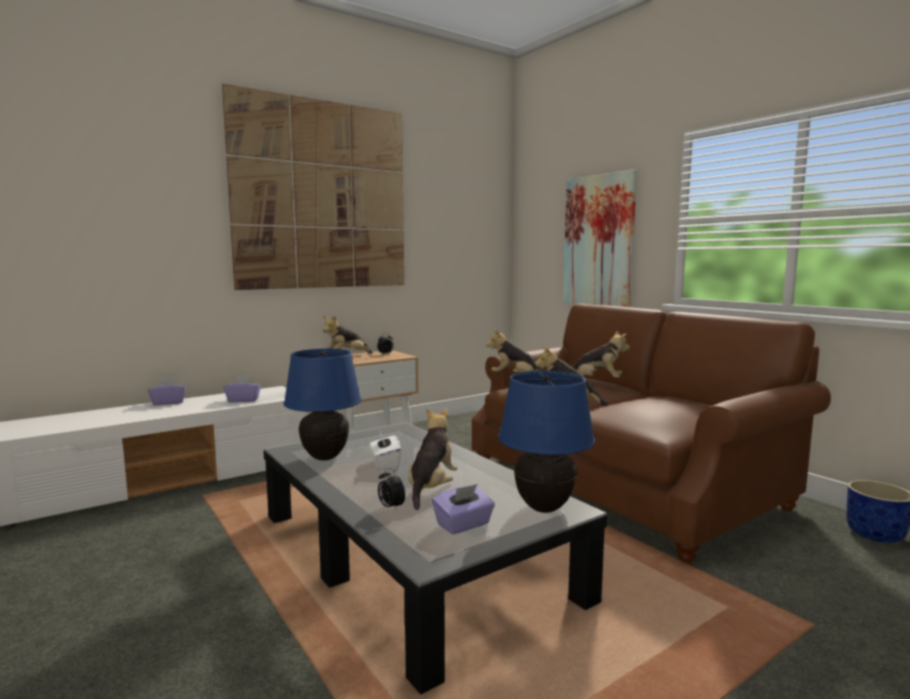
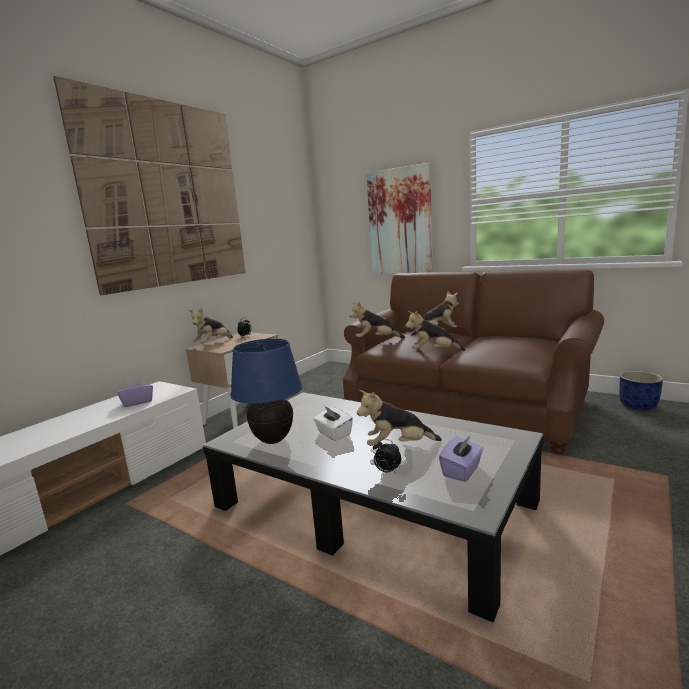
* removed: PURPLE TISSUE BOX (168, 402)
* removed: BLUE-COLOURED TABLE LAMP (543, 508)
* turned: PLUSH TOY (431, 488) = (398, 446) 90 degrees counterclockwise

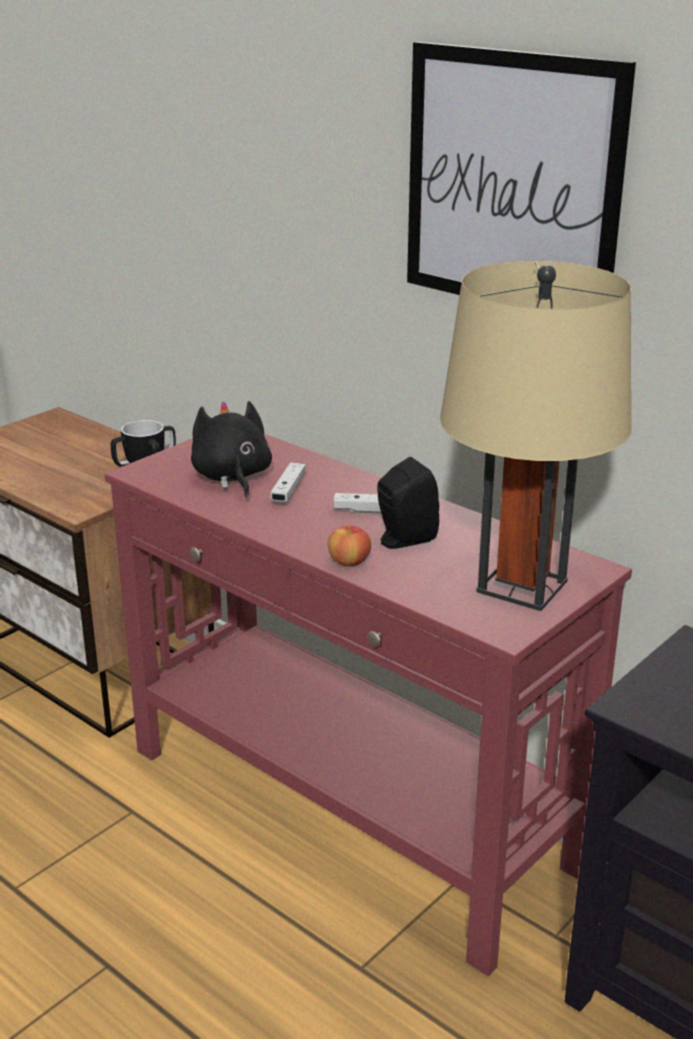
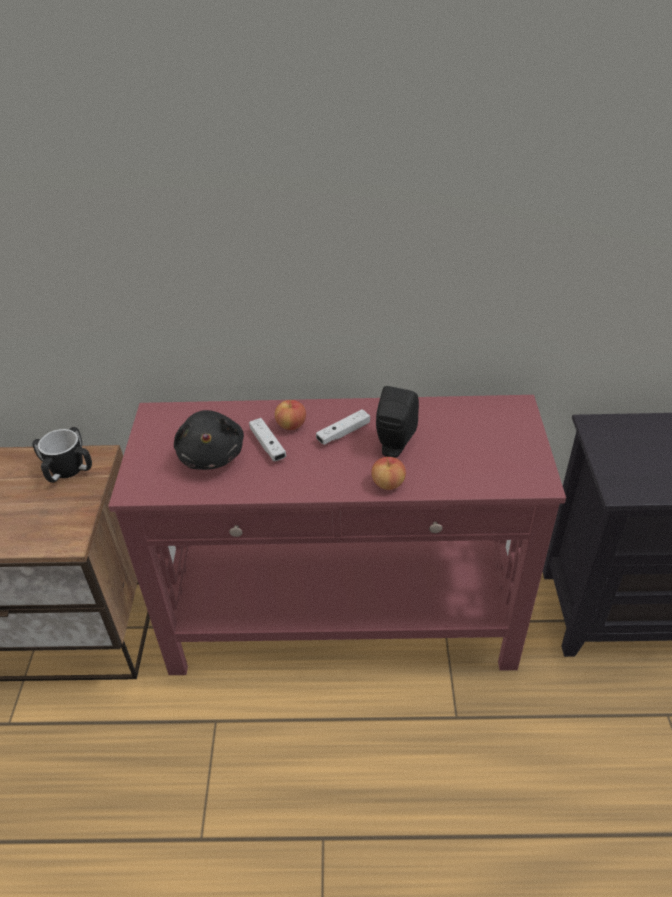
* removed: WALL PICTURE (511, 183)
* removed: SAND-COLOURED TABLE LAMP (521, 586)
* added: WHOLE APPLE (291, 425)
* turned: BLACK PLUSH TOY (232, 477) = (212, 455) 135 degrees counterclockwise

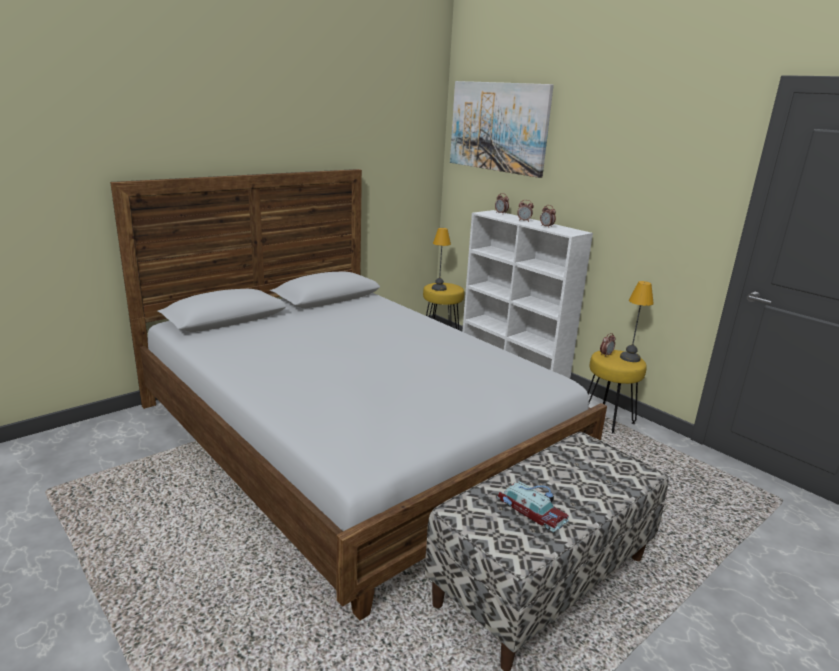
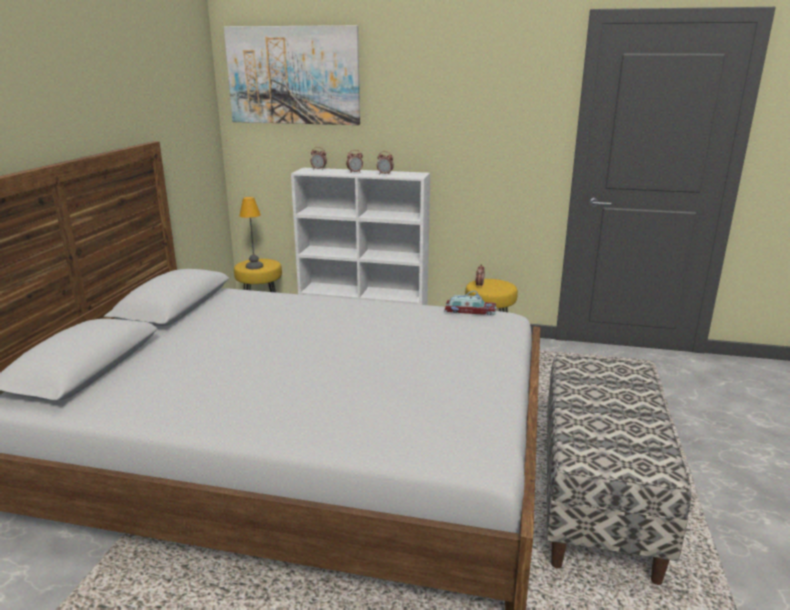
* removed: TABLE LAMP (630, 358)
* moved: MINIATURE CAR (531, 510) to (469, 310)

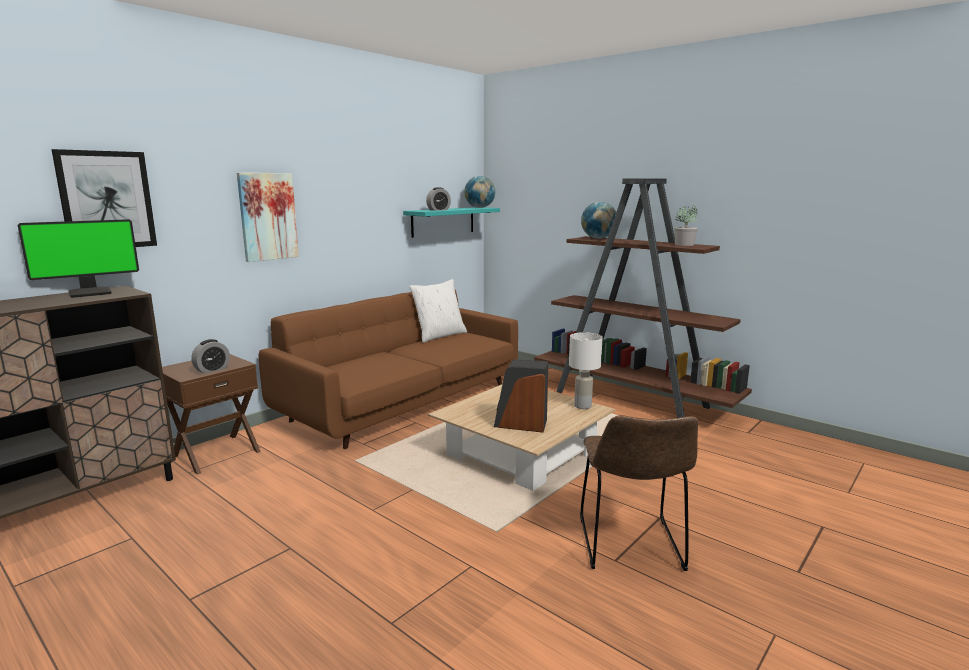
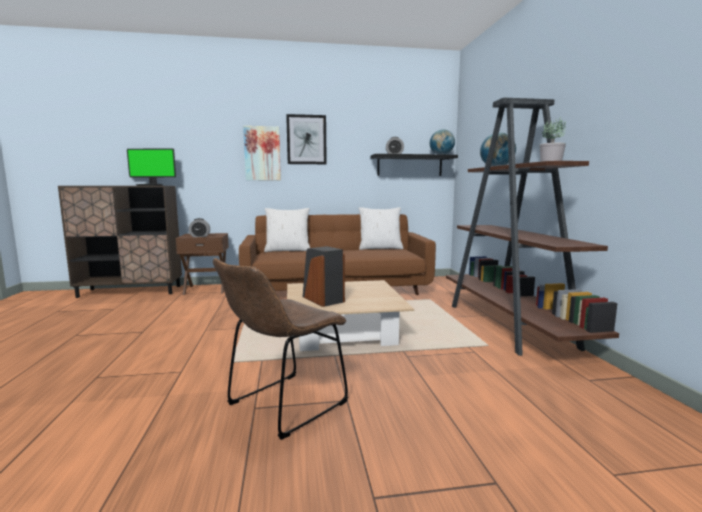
* removed: WHITISH TABLE LAMP (582, 406)
* added: WHITISH CUSHION (288, 250)
* moved: WALL PICTURE (107, 200) to (306, 139)
* recoloured: TURQUOISE SHELF (443, 221) to BLACK SHELF (409, 166)

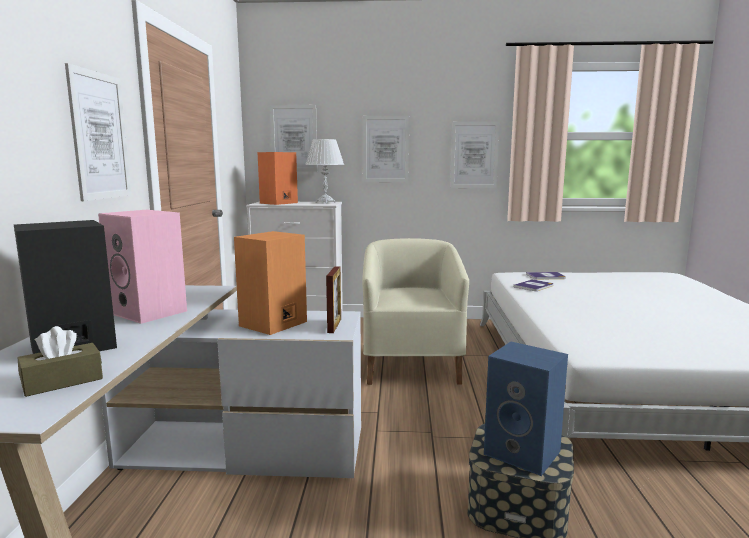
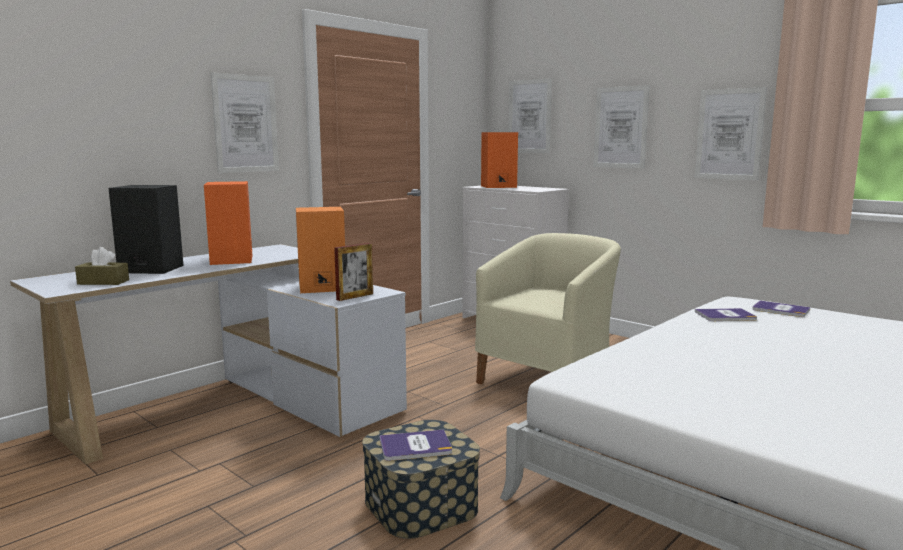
* removed: WHITISH TABLE LAMP (325, 202)
* replaced: BLUE-COLOURED AUDIO SPEAKER (524, 453) to VOLUME (415, 446)
* recoloured: PINK AUDIO SPEAKER (150, 312) to ORANGE AUDIO SPEAKER (233, 260)

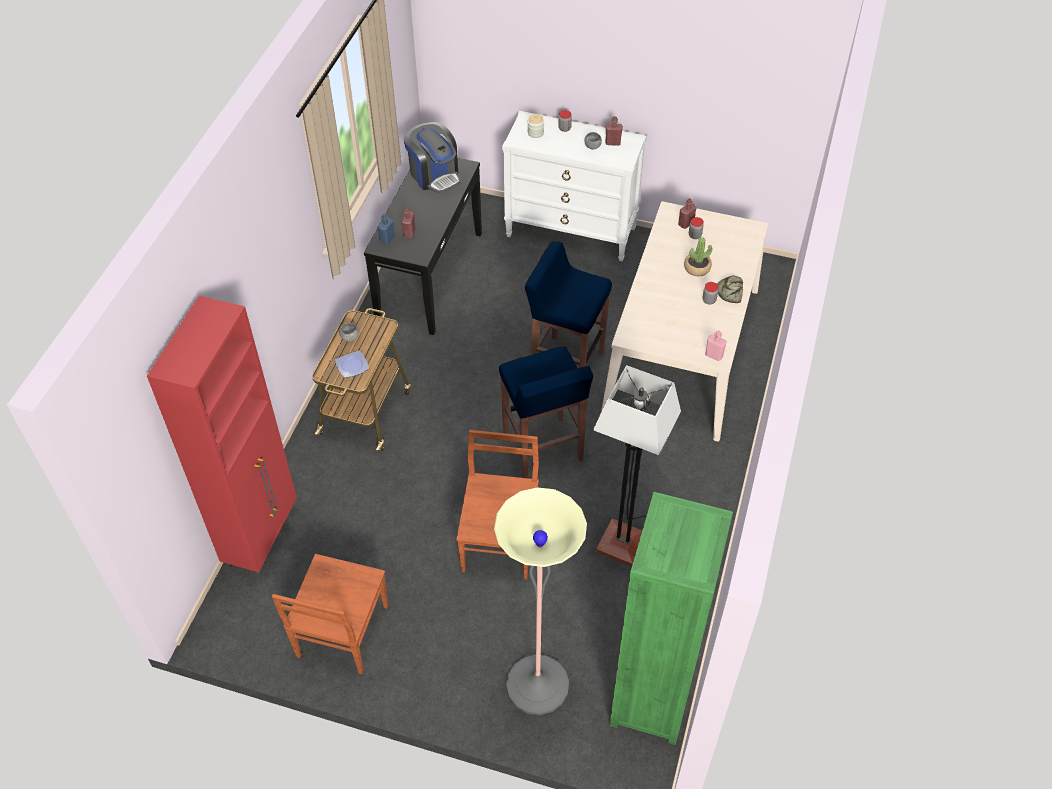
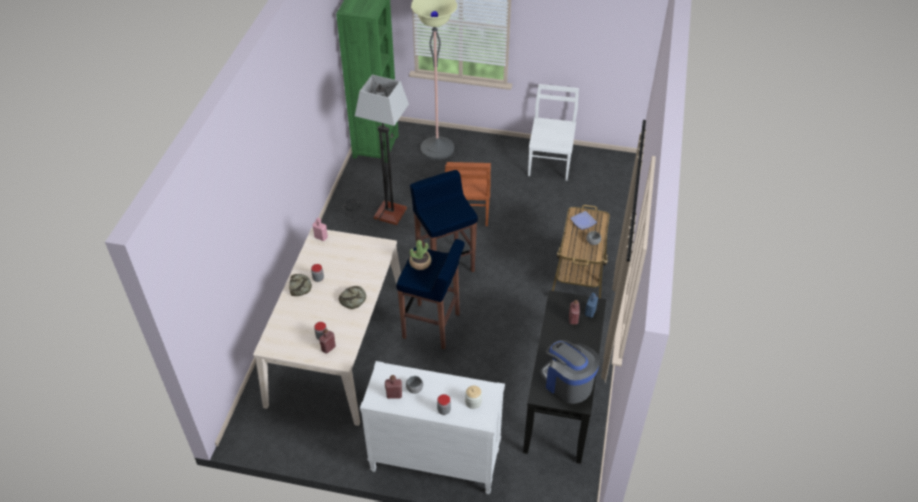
* removed: RED STORAGE CABINET (263, 538)
* added: BREAD (353, 299)
* moved: POTTED PLANT (697, 268) to (420, 263)
* recoloured: BROWN-COLOURED CHAIR (341, 633) to WHITISH CHAIR (550, 162)

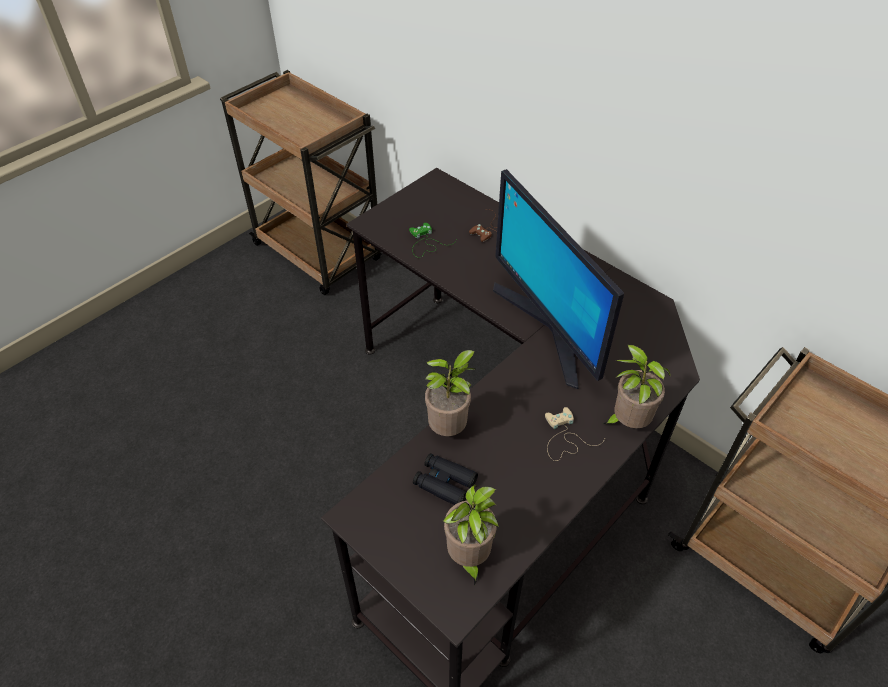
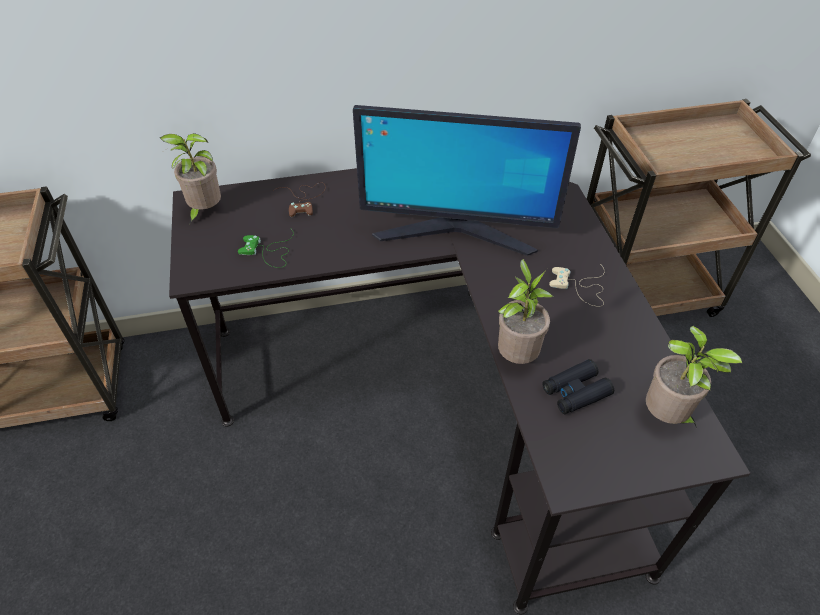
* moved: POTTED PLANT (627, 422) to (204, 211)

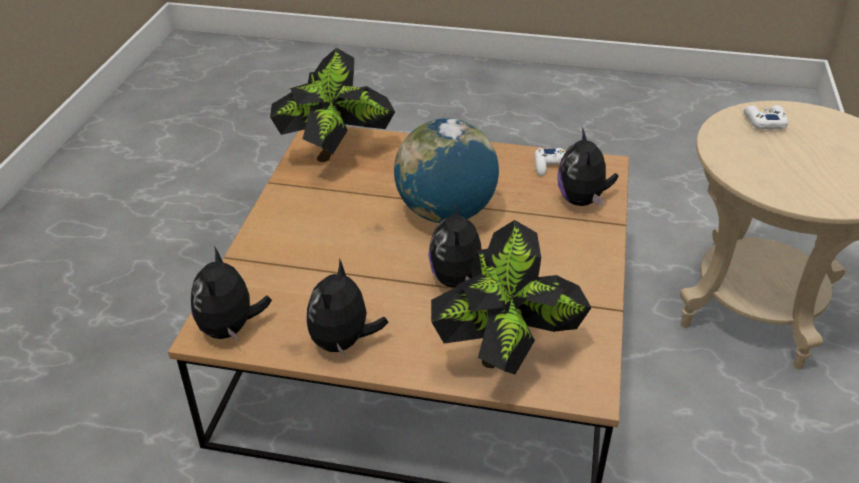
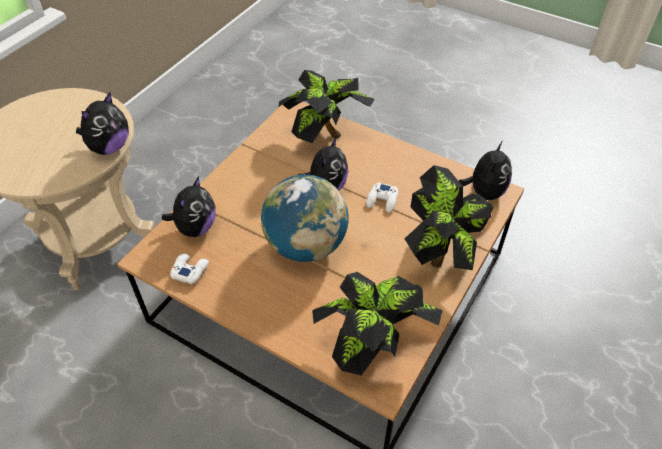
* added: POTTED PLANT (442, 254)
* moved: PLUSH TOY (343, 342) to (109, 147)
* moved: WHITISH GAME CONTROLLER (764, 121) to (382, 200)

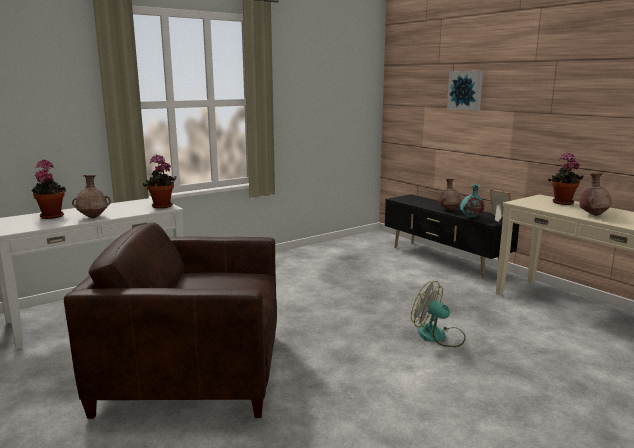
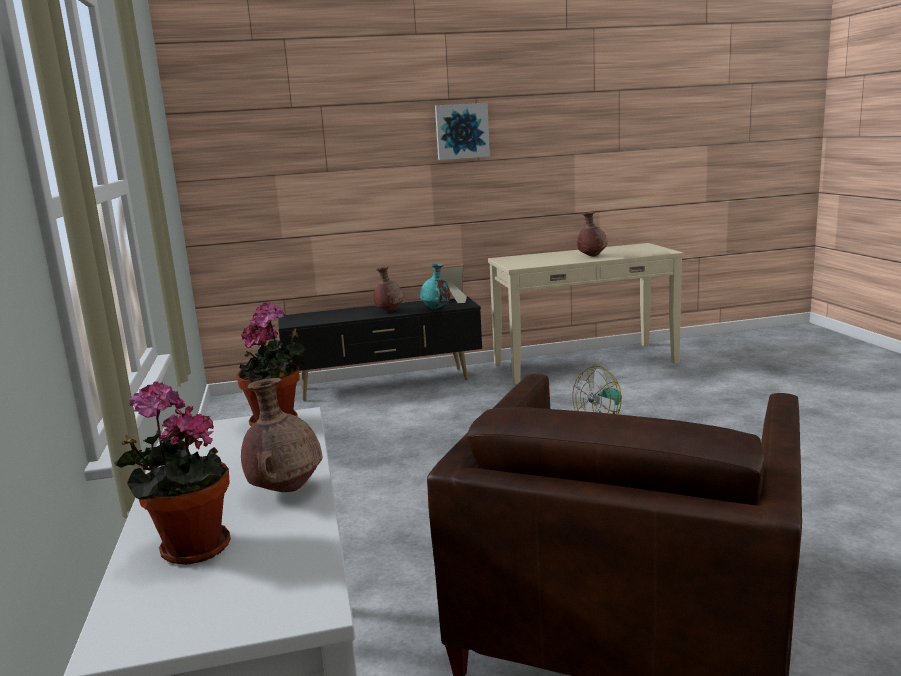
* removed: POTTED PLANT (562, 203)
* moved: WALL PICTURE (466, 90) to (461, 131)

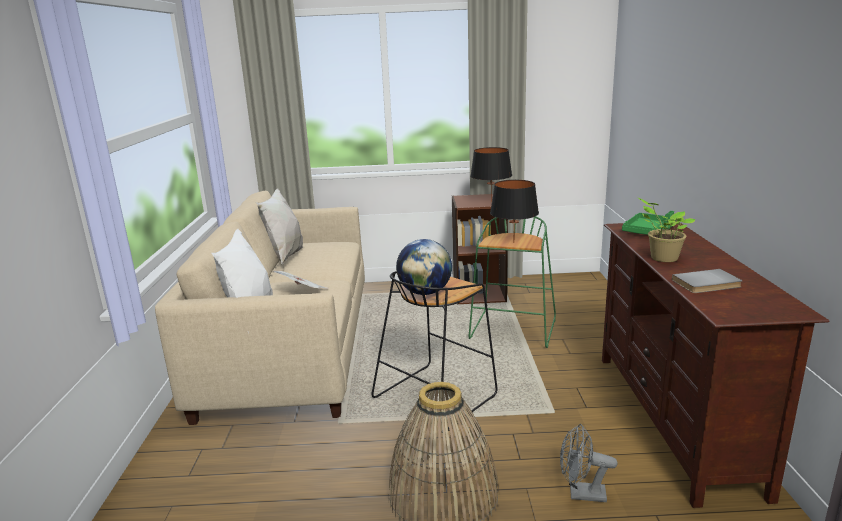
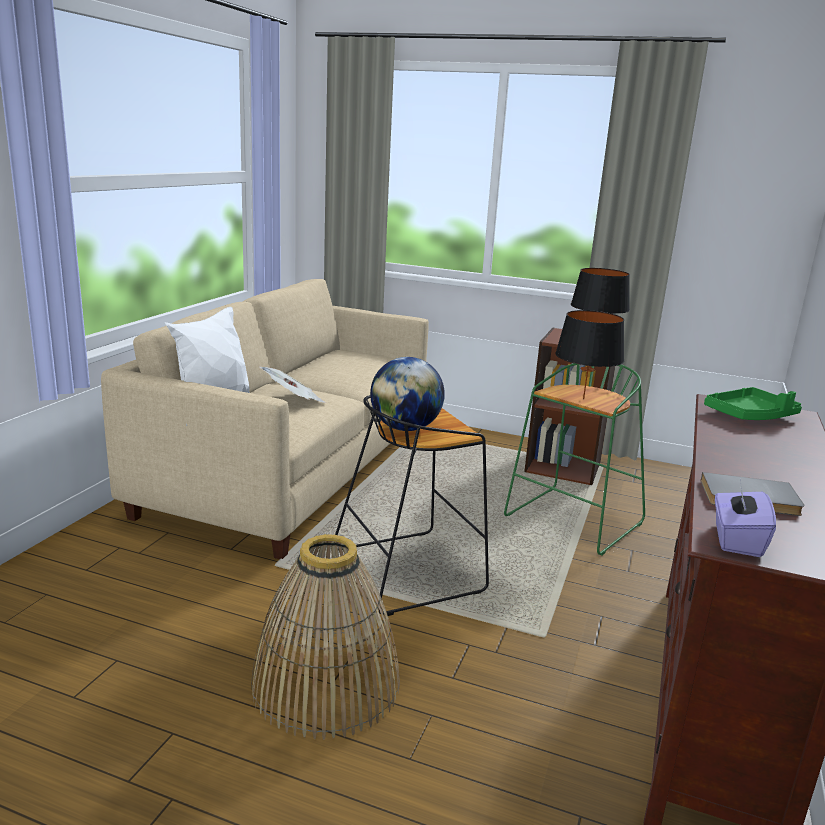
* removed: WHITISH CUSHION (285, 257)
* removed: GREYISH FAN (581, 494)
* removed: POTTED PLANT (661, 258)
* added: PURPLE TISSUE BOX (736, 540)

